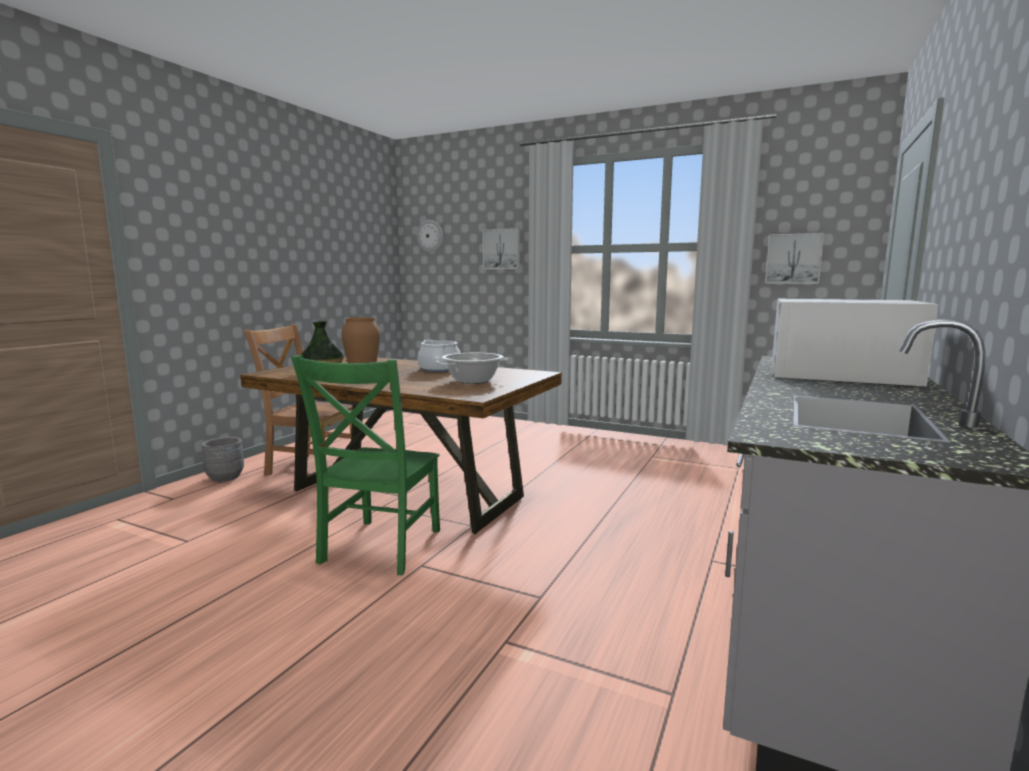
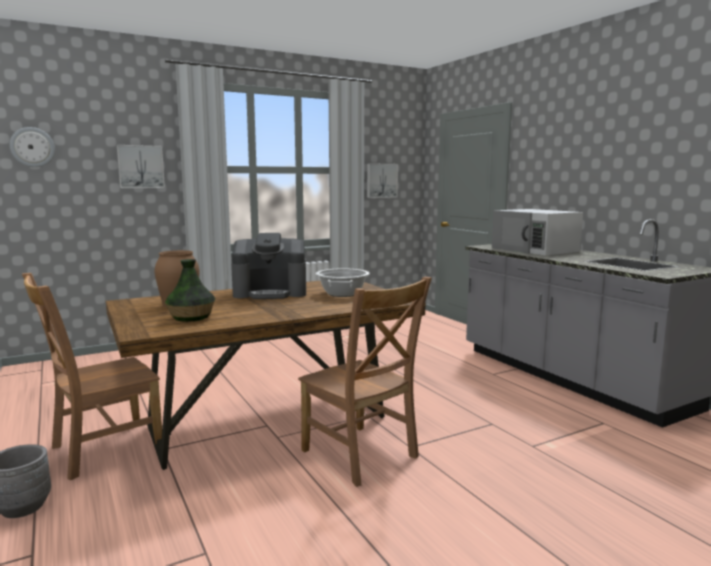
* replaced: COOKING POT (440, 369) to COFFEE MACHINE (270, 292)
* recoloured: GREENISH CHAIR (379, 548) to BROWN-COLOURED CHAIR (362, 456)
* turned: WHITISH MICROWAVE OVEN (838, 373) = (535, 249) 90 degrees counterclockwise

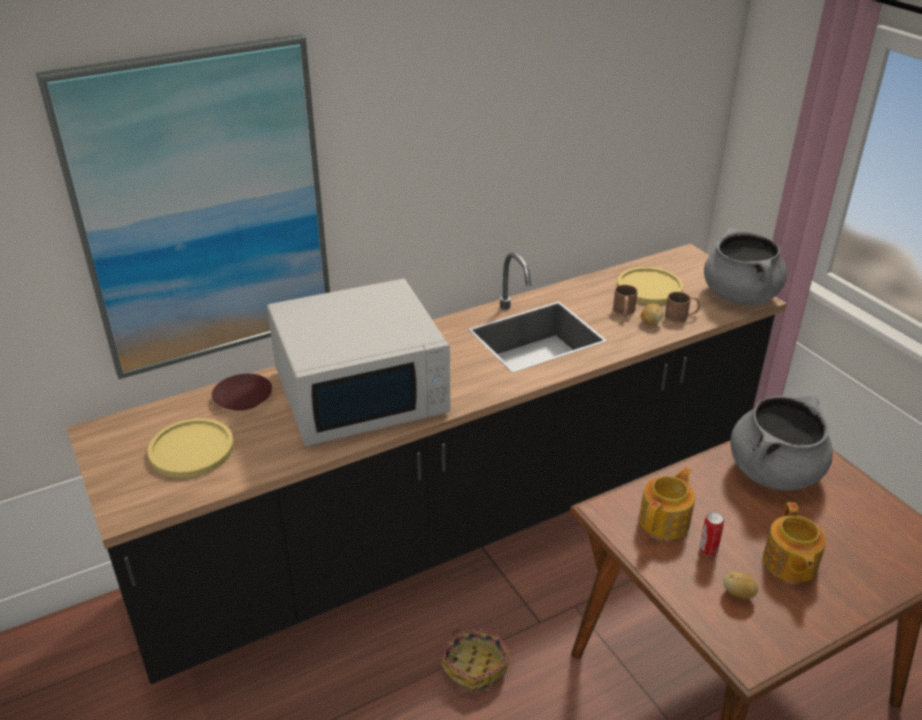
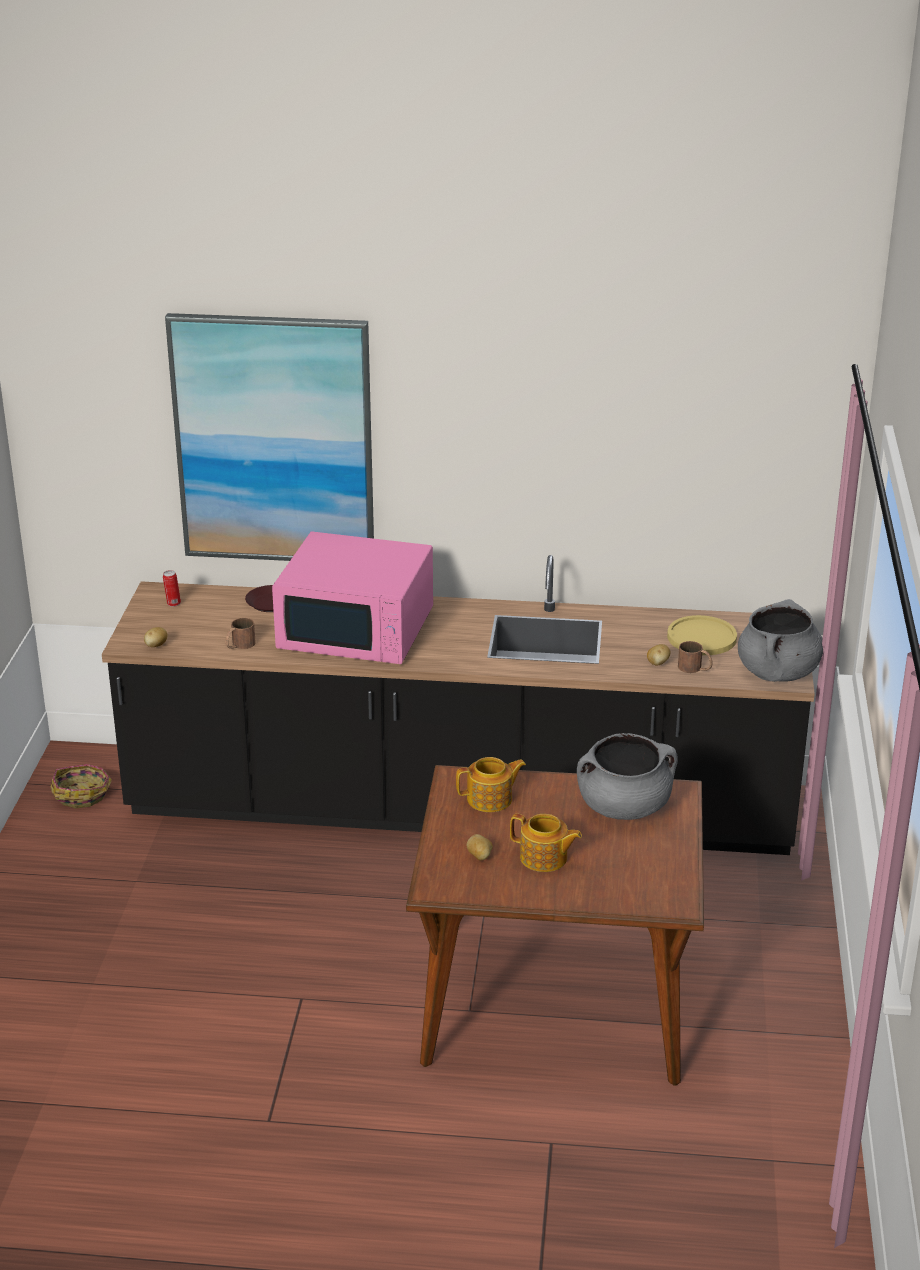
* removed: YELLOW-COLOURED FLAT DISH (191, 449)
* added: POTATO (156, 645)
* moved: BASKET (475, 666) to (82, 794)
* moved: BROWN-COLOURED TEA MUG (624, 312) to (239, 645)
* moved: METAL CAN (708, 550) to (173, 604)
* recoloured: WHITISH MICROWAVE OVEN (362, 392) to PINK MICROWAVE OVEN (357, 630)
* turned: TEA POT (789, 563) = (544, 858) 105 degrees counterclockwise

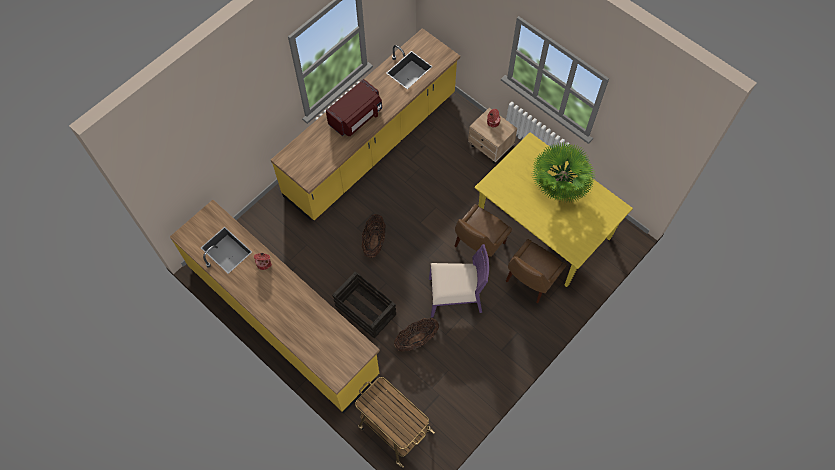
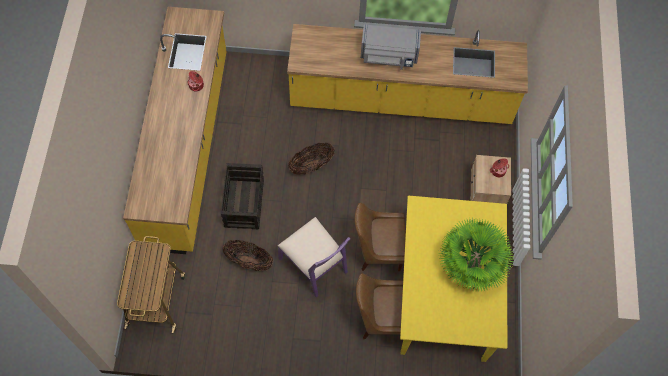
* recoloured: RED MICROWAVE OVEN (356, 117) to GREYISH MICROWAVE OVEN (388, 56)

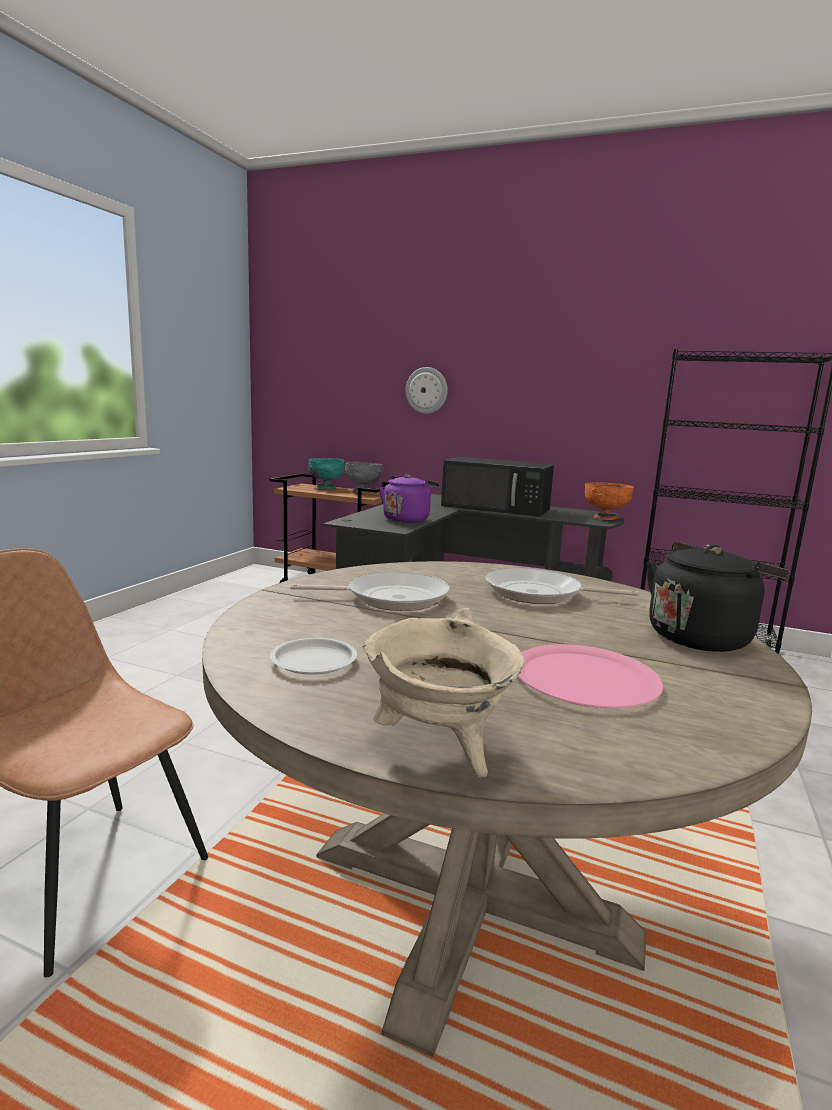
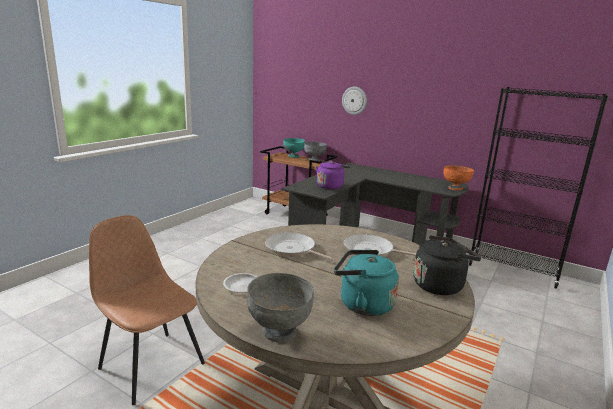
* removed: BLACK MICROWAVE OVEN (497, 507)
* replaced: SAND-COLOURED COOKING POT (439, 747) to GREYISH SERVING BOWL (279, 333)
* replaced: PINK FLAT DISH (585, 678) to TURQUOISE WATER KETTLE (362, 304)
* turned: SKILLET (391, 598) = (292, 249) 150 degrees counterclockwise

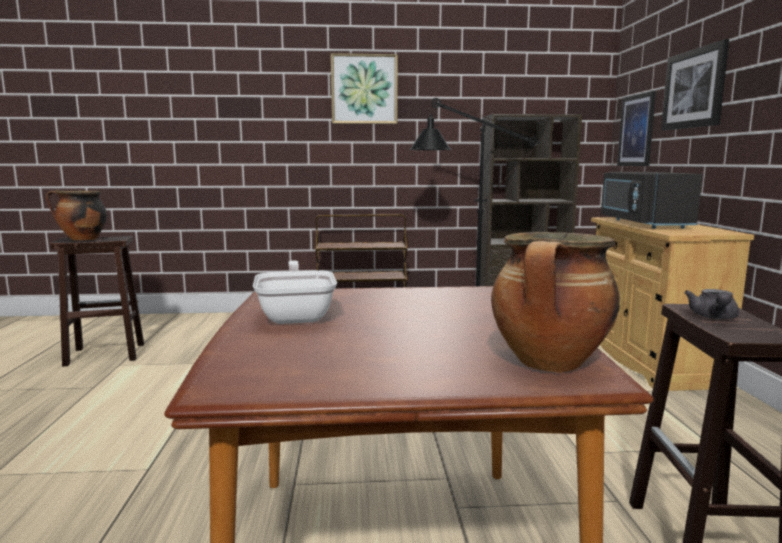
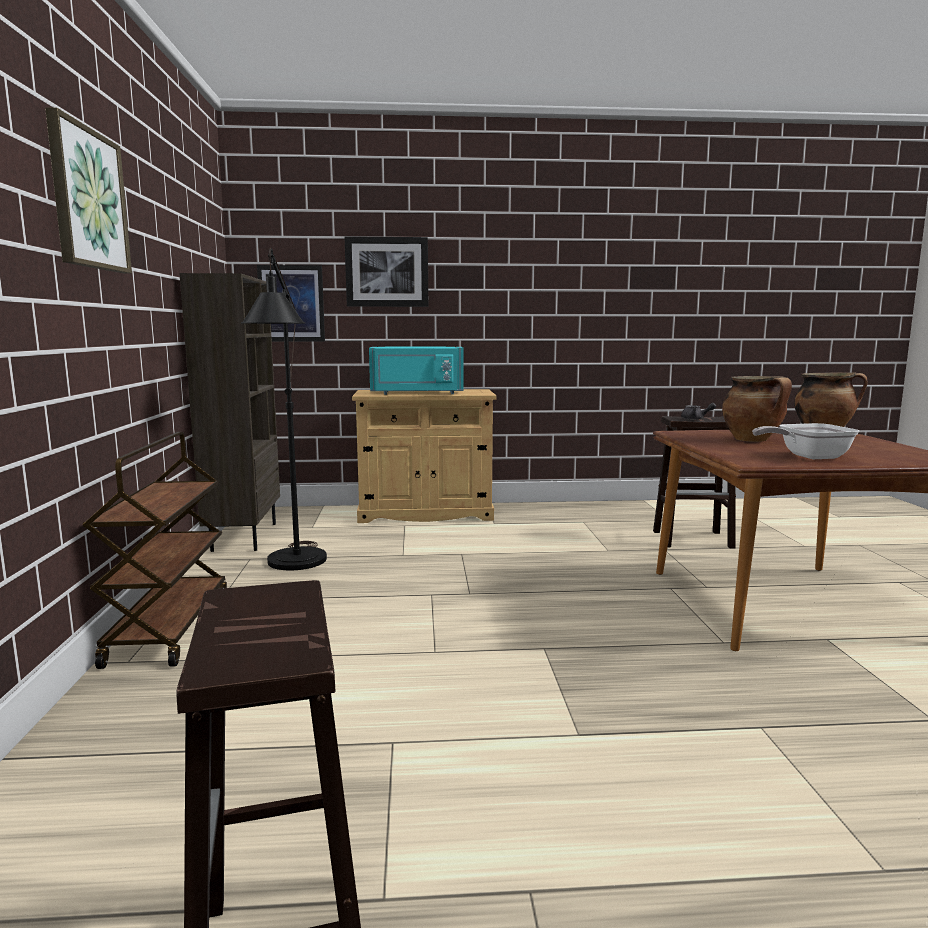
* moved: COOKING POT (82, 239) to (753, 440)
* recoloured: BLACK MICROWAVE OVEN (642, 223) to TURQUOISE MICROWAVE OVEN (417, 393)

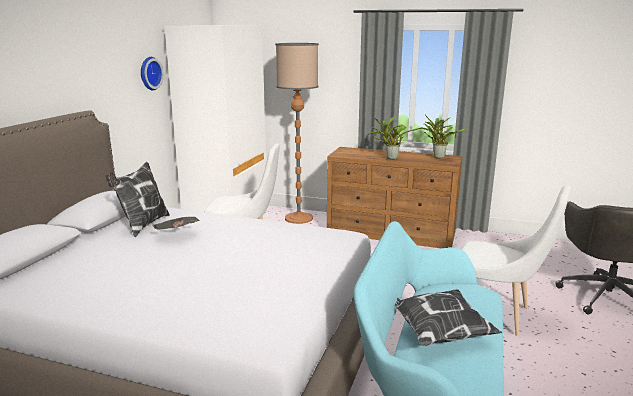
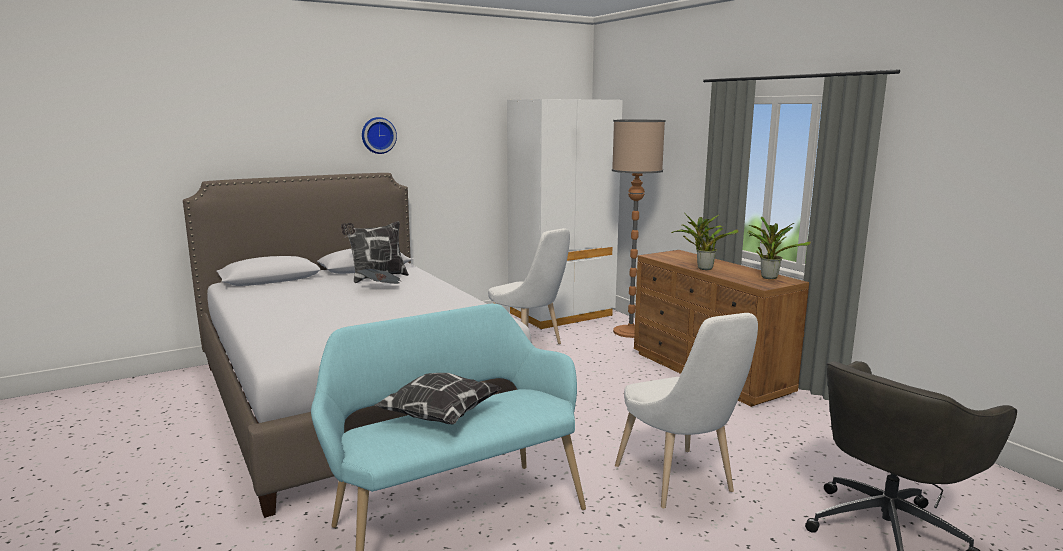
* moved: HANGING CLOCK (149, 73) to (378, 135)

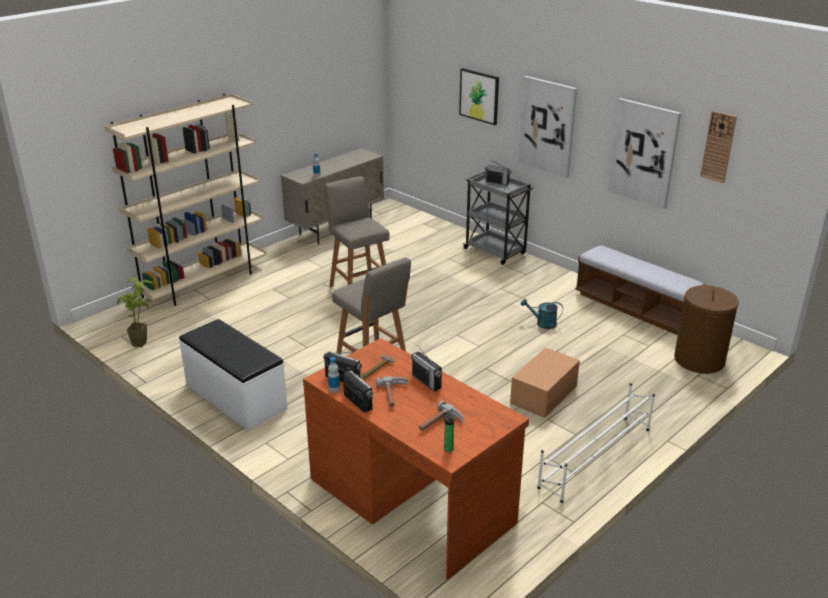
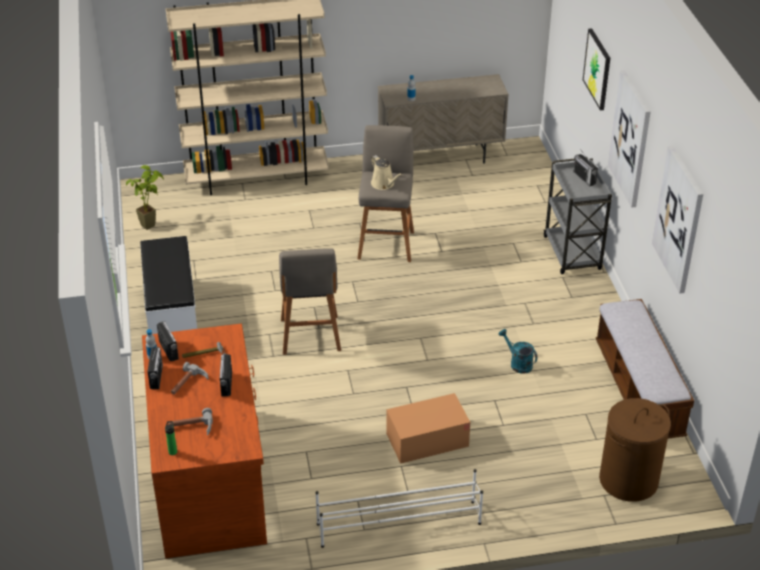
* removed: HANGING CLOCK (718, 146)
* added: SAND-COLOURED SPRINKLING CAN (384, 184)

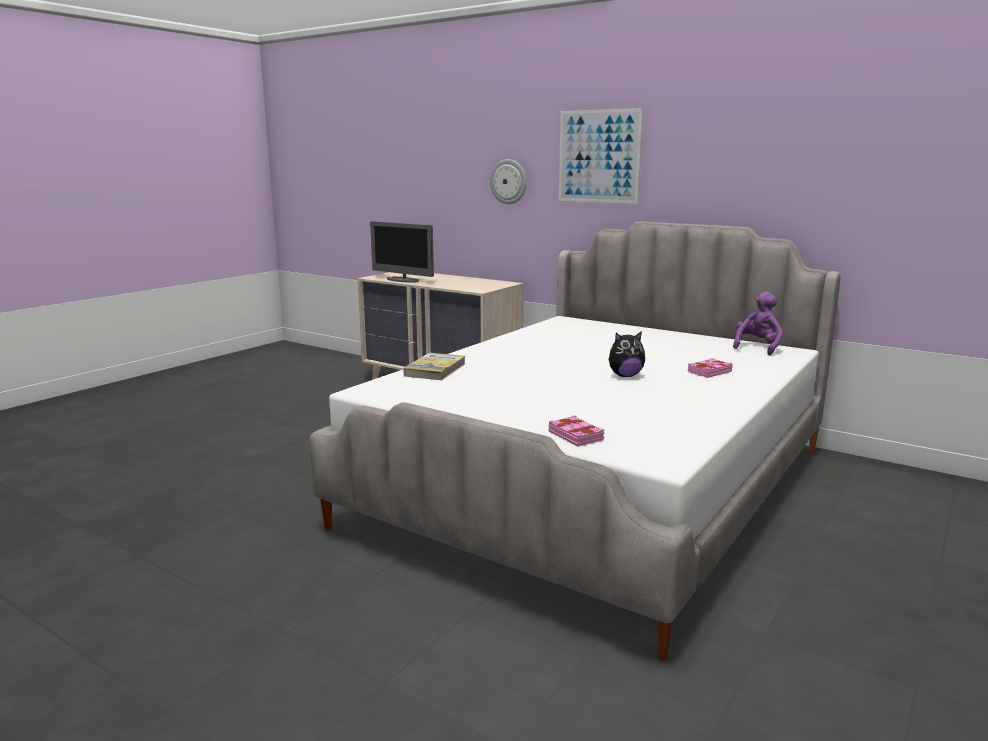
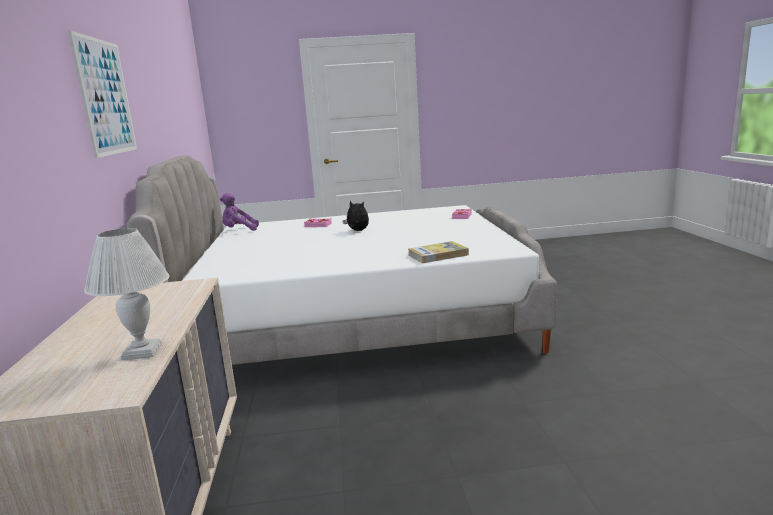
* removed: HANGING CLOCK (509, 181)
* replaced: COMPUTER DISPLAY (403, 280) to WHITISH TABLE LAMP (142, 351)

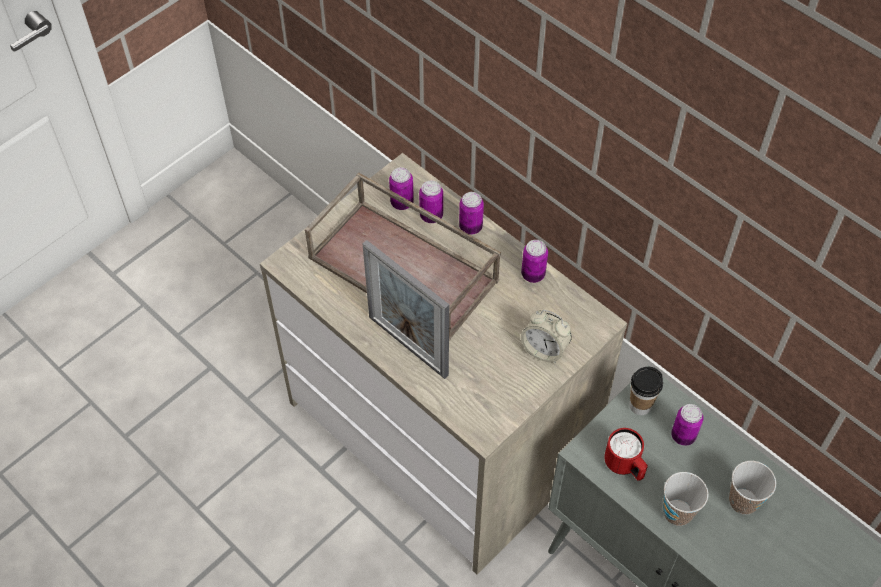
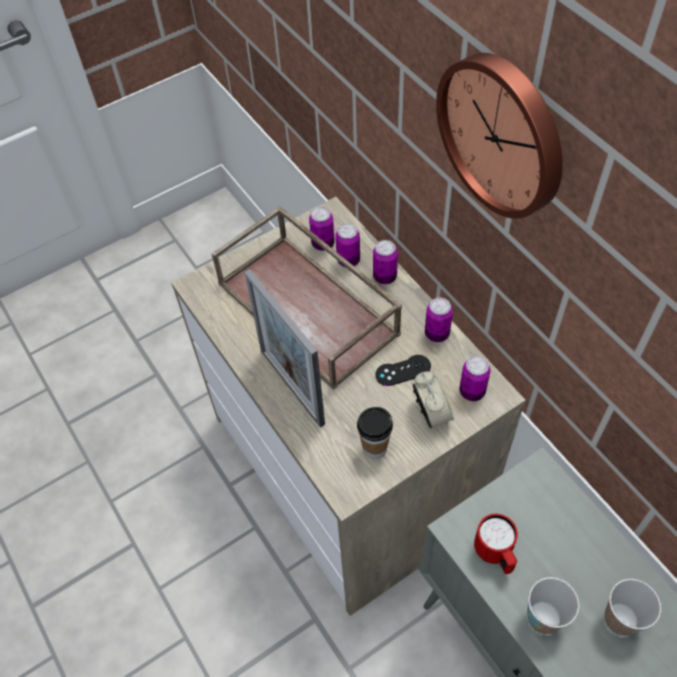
* added: BLACK GAME CONTROLLER (403, 370)
* added: HANGING CLOCK (503, 134)
* moved: DRINKING CUP (640, 405) to (374, 448)
* moved: METAL CAN (683, 436) to (472, 391)
* turned: BEDSIDE CLOCK (544, 349) = (431, 413) 150 degrees counterclockwise

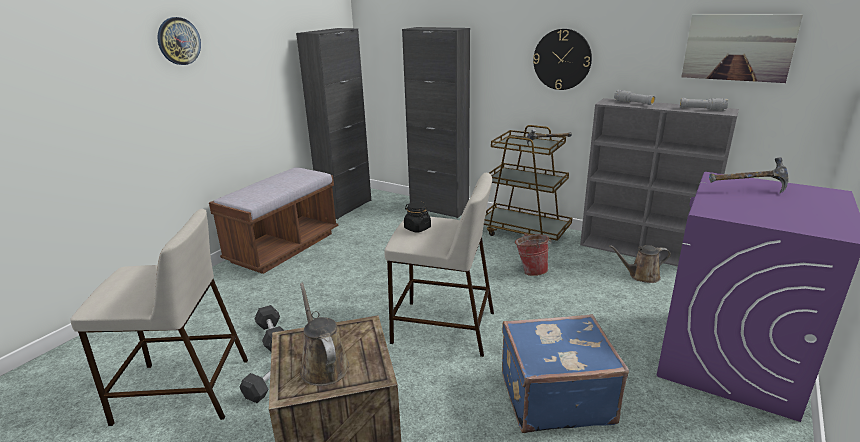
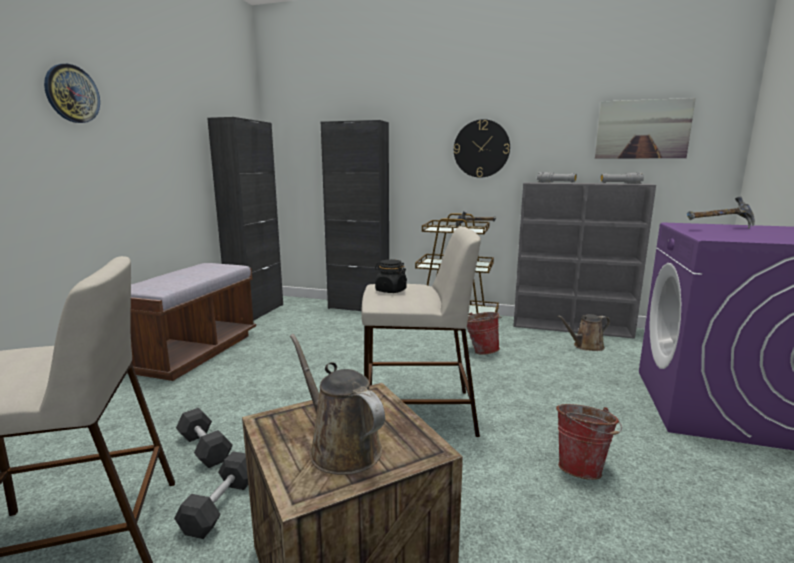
* replaced: BLUE-COLOURED PIECE OF LUGGAGE (554, 396) to WATER BUCKET (582, 468)

